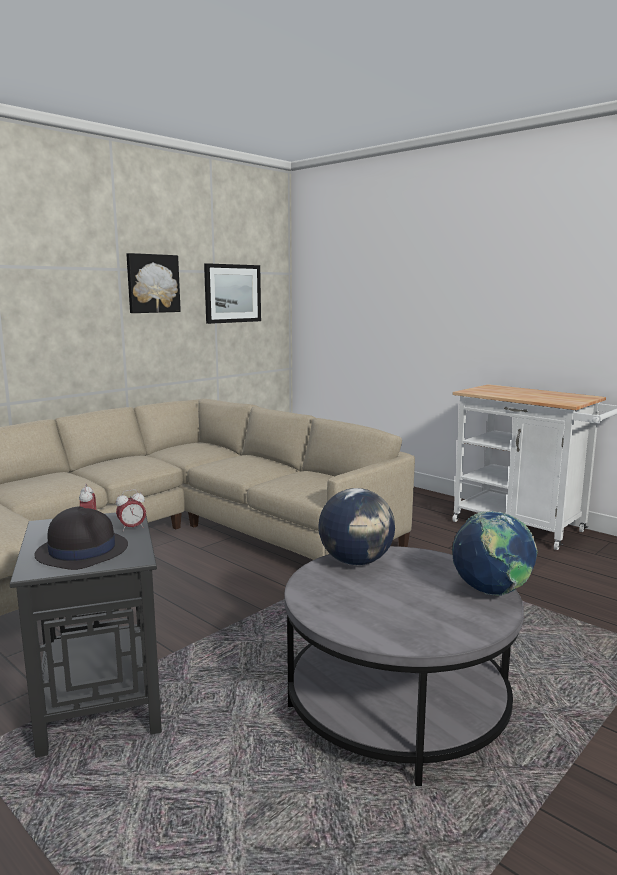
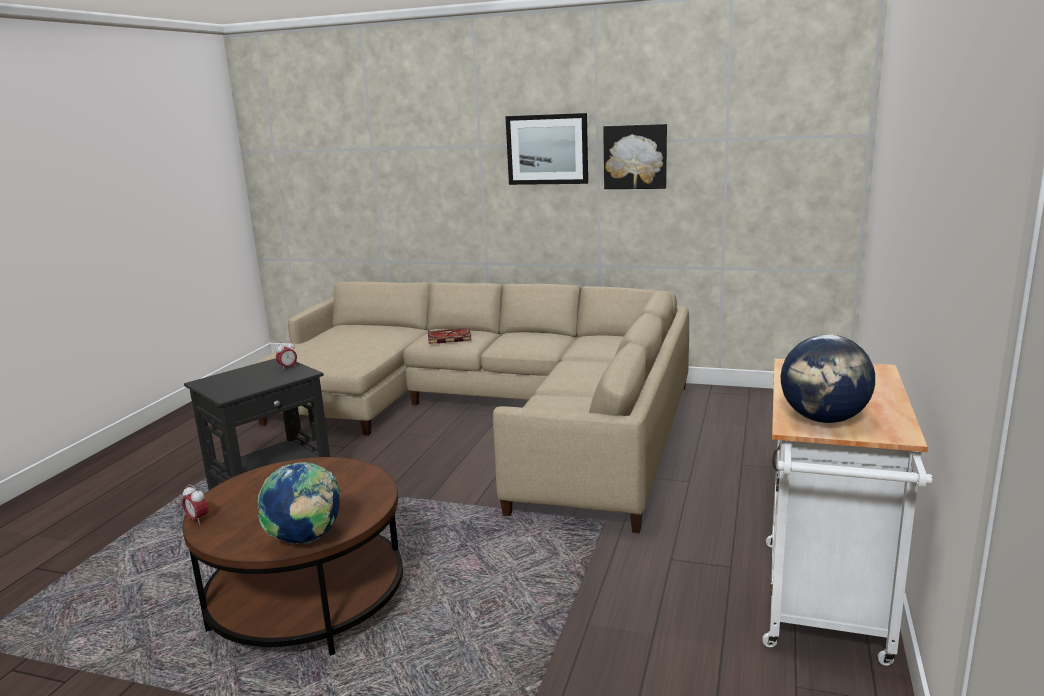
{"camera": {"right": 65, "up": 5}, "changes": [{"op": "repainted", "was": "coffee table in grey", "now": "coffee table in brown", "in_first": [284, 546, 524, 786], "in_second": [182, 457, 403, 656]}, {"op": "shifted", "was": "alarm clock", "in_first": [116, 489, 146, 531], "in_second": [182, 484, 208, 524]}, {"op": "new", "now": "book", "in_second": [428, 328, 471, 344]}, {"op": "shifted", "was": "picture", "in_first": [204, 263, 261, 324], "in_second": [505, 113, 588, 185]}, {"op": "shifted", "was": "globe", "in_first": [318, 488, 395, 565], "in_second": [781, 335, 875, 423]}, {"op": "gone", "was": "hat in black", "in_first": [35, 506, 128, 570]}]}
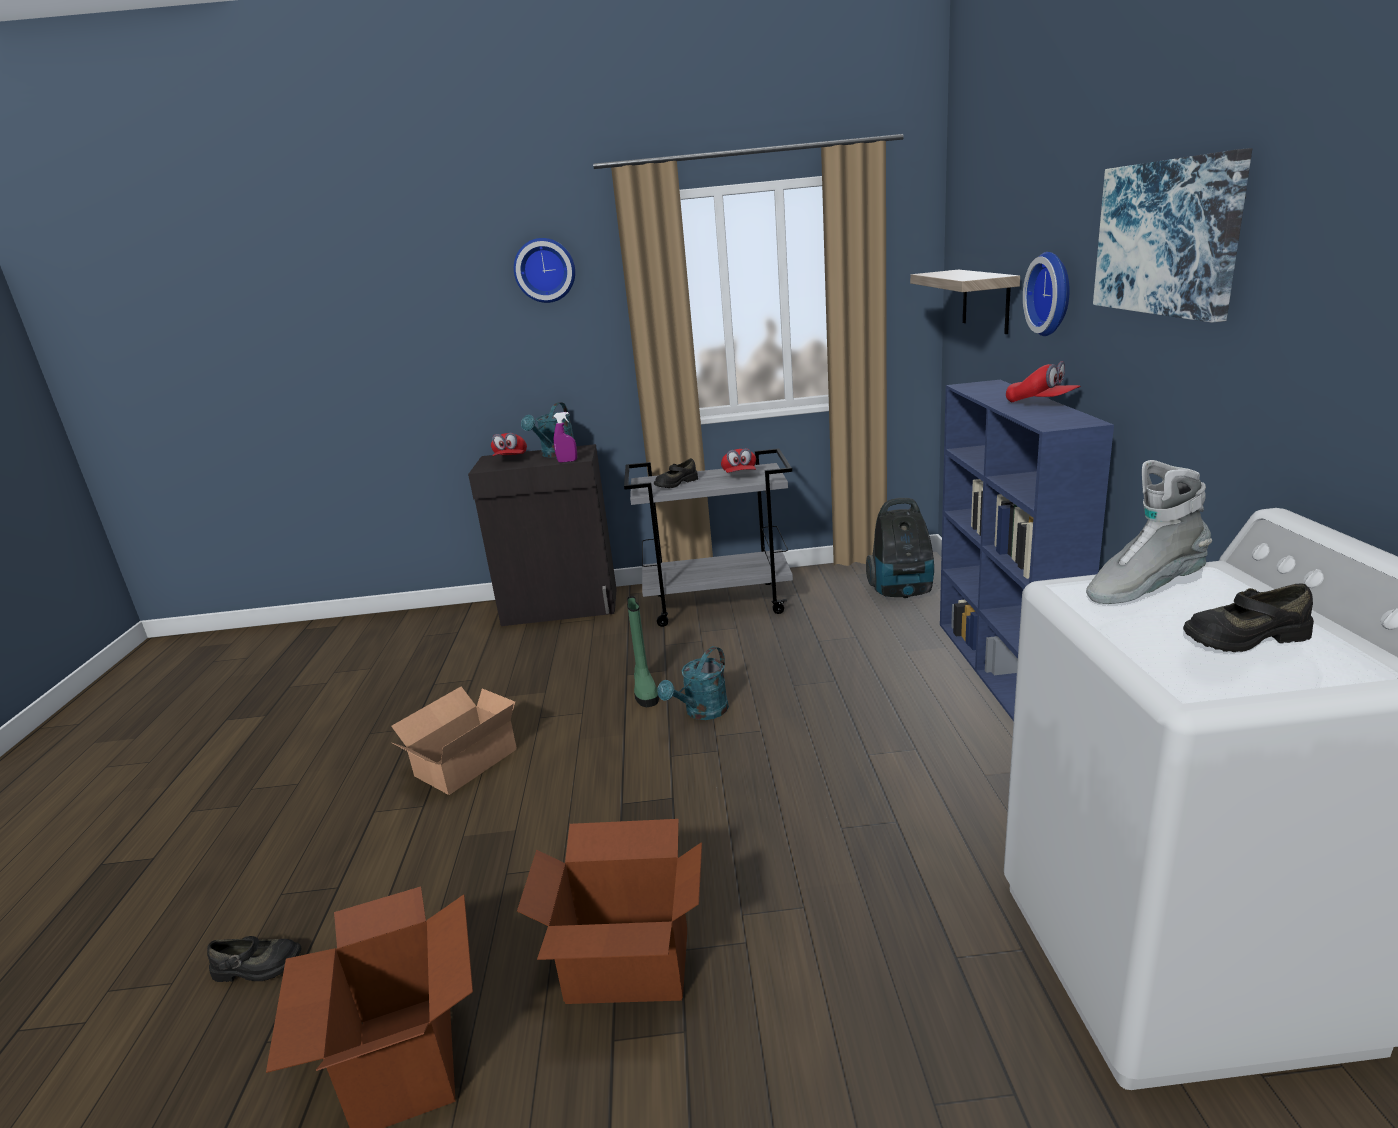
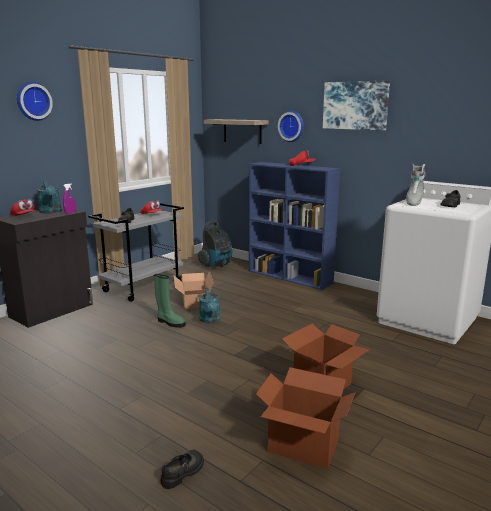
{"camera": {"right": -50, "up": -5}, "changes": [{"op": "shifted", "was": "cardboard box", "in_first": [391, 686, 517, 795], "in_second": [174, 271, 214, 309]}]}
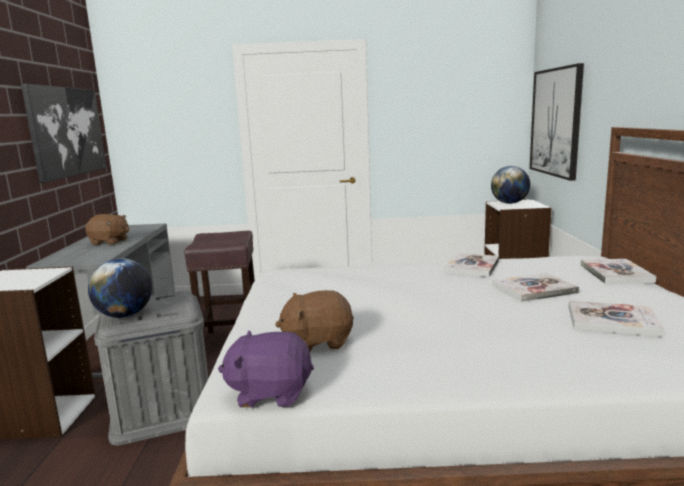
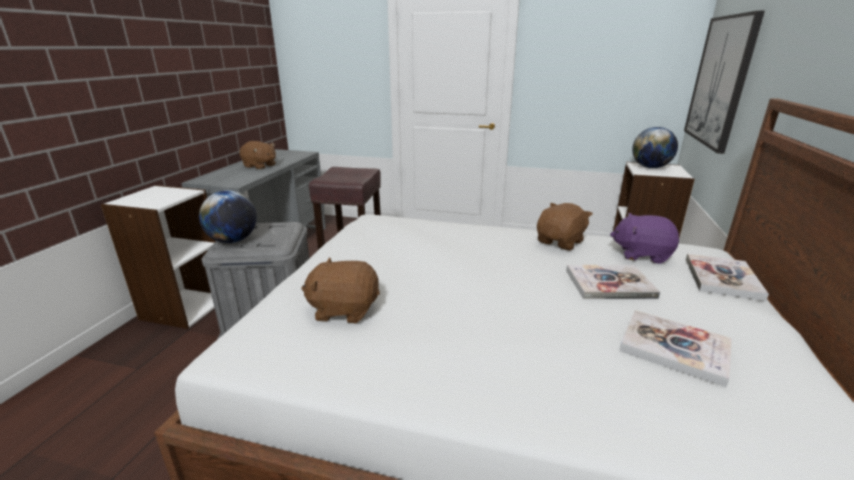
{"camera": {"right": 15, "up": 10}, "changes": [{"op": "swapped", "was": "book", "now": "plush toy in brown", "in_first": [444, 253, 499, 277], "in_second": [537, 203, 593, 250]}, {"op": "shifted", "was": "plush toy in purple", "in_first": [218, 330, 314, 408], "in_second": [610, 213, 679, 264]}, {"op": "gone", "was": "picture", "in_first": [21, 84, 107, 183]}]}
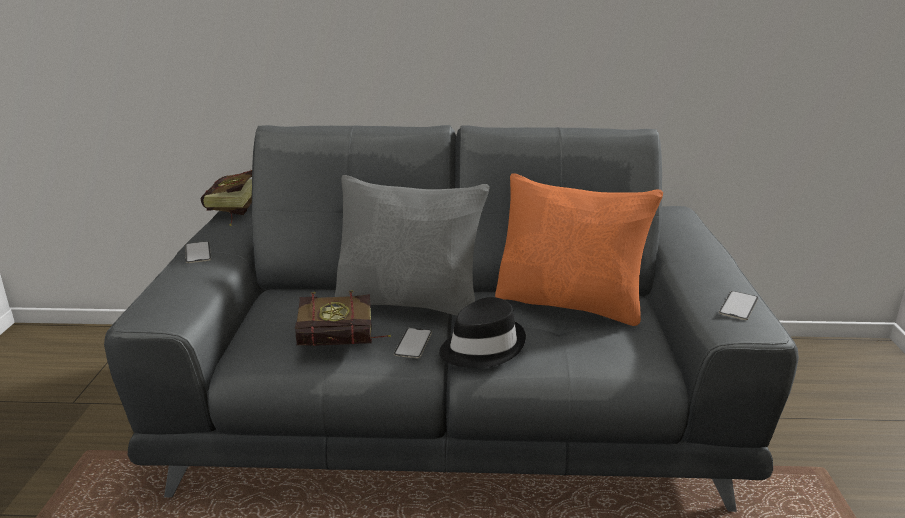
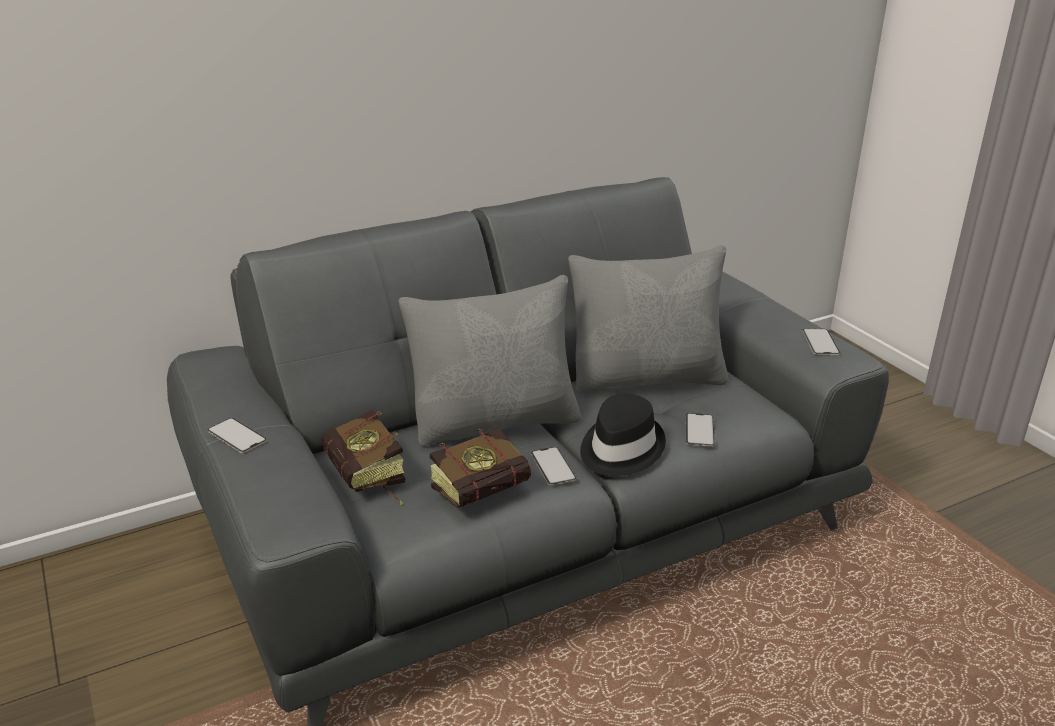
{"camera": {"right": -30, "up": 5}, "changes": [{"op": "shifted", "was": "book", "in_first": [200, 170, 252, 226], "in_second": [321, 410, 405, 505]}, {"op": "repainted", "was": "pillow in orange", "now": "pillow in grey", "in_first": [495, 173, 663, 326], "in_second": [568, 245, 728, 393]}, {"op": "new", "now": "phone", "in_second": [686, 413, 715, 447]}]}
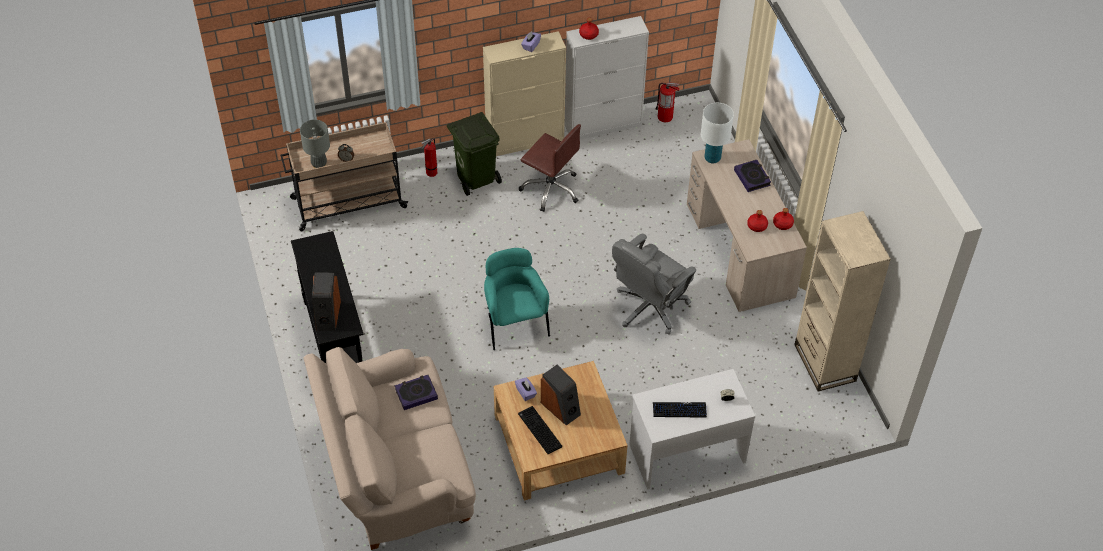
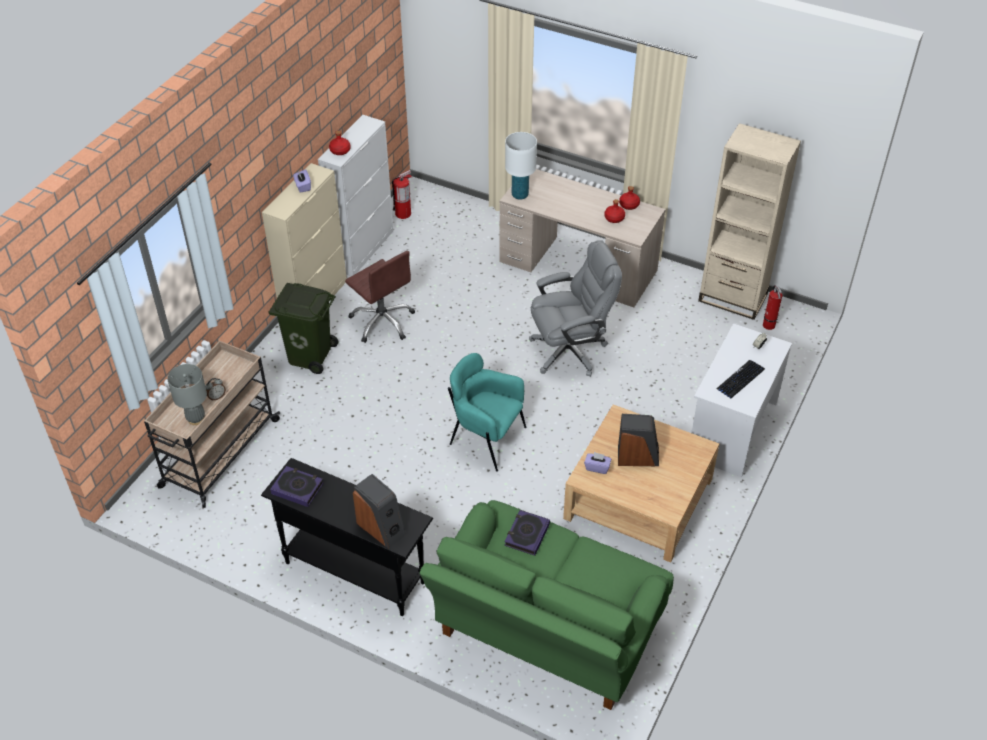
{"camera": {"right": -45, "up": -5}, "changes": [{"op": "shifted", "was": "book", "in_first": [734, 160, 771, 192], "in_second": [270, 466, 324, 507]}, {"op": "rotated", "was": "office chair in brown", "in_first": [519, 124, 581, 212], "in_second": [345, 251, 415, 343], "clockwise": 60}, {"op": "repainted", "was": "sofa in beige", "now": "sofa in green", "in_first": [303, 347, 476, 550], "in_second": [419, 500, 674, 710]}, {"op": "rotated", "was": "office chair in grey", "in_first": [612, 234, 696, 335], "in_second": [529, 240, 622, 377], "clockwise": -105}, {"op": "shifted", "was": "fire extinguisher", "in_first": [421, 138, 437, 177], "in_second": [763, 285, 782, 330]}, {"op": "gone", "was": "keyboard", "in_first": [518, 406, 562, 454]}]}
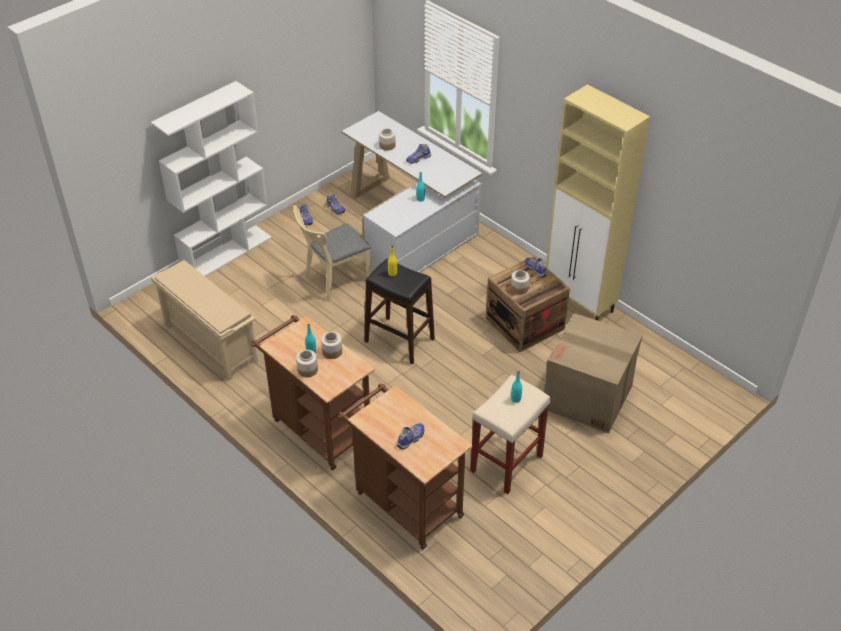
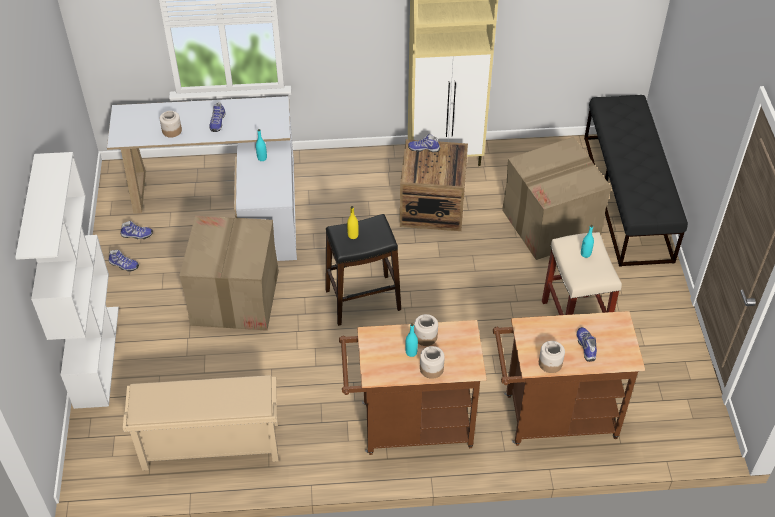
{"camera": {"right": -50, "up": 5}, "changes": [{"op": "swapped", "was": "chair in beige", "now": "cardboard box", "in_first": [293, 205, 372, 302], "in_second": [179, 216, 279, 331]}, {"op": "shifted", "was": "jar", "in_first": [511, 270, 530, 295], "in_second": [539, 341, 565, 373]}, {"op": "new", "now": "bench in black", "in_second": [584, 95, 688, 267]}]}
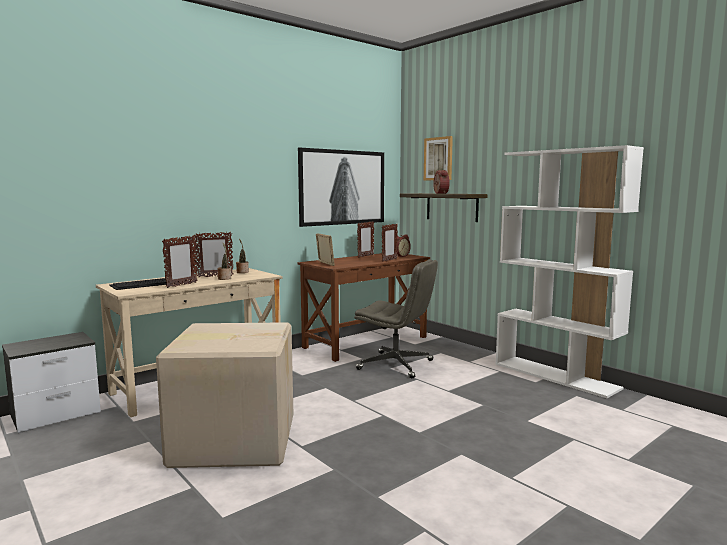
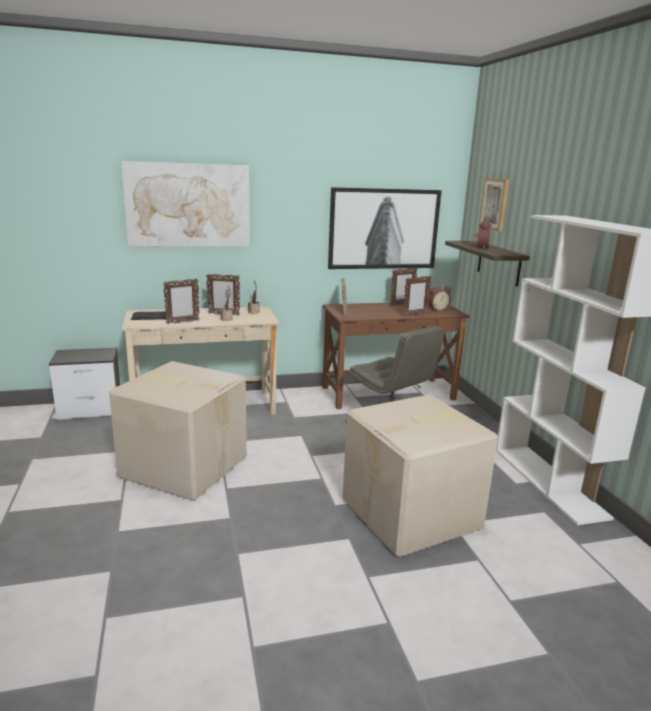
{"camera": {"right": 25, "up": 10}, "changes": [{"op": "new", "now": "picture", "in_second": [121, 161, 250, 247]}, {"op": "new", "now": "cardboard box", "in_second": [342, 394, 498, 557]}]}
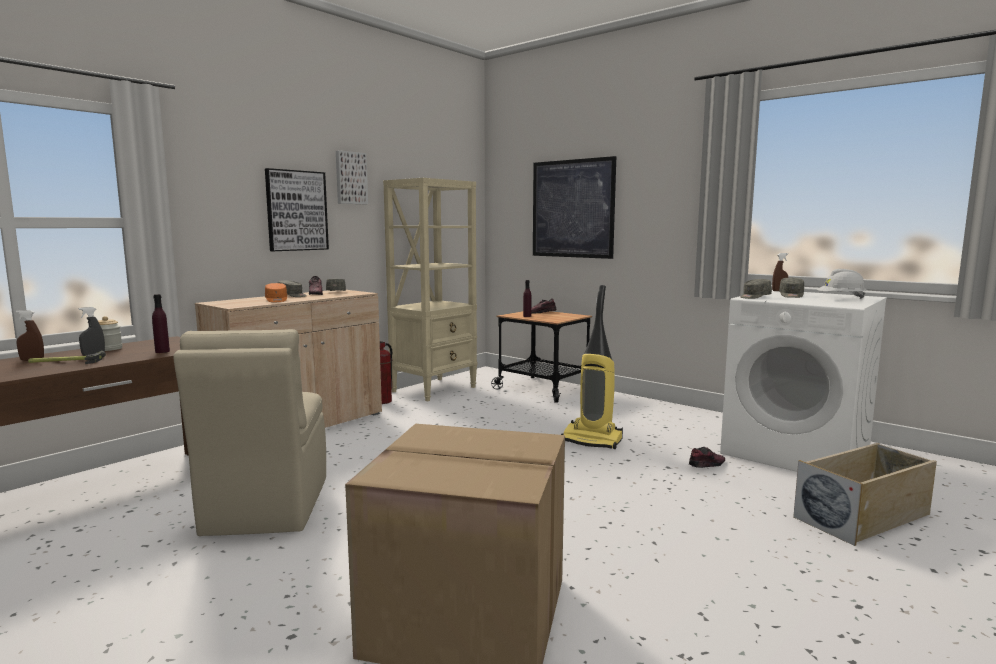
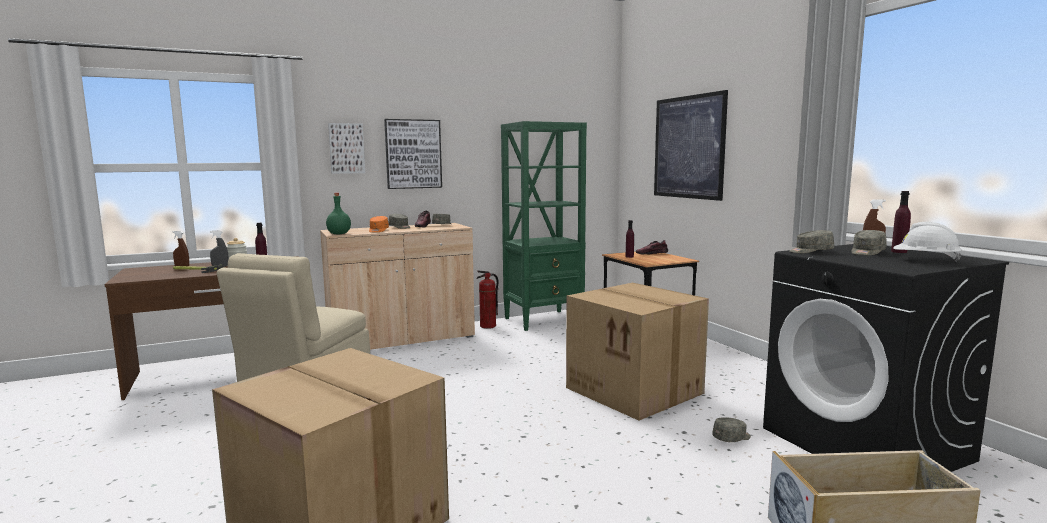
{"camera": {"right": 25, "up": 0}, "changes": [{"op": "new", "now": "bottle in green", "in_second": [326, 193, 351, 234]}, {"op": "shifted", "was": "picture", "in_first": [336, 150, 368, 204], "in_second": [328, 123, 365, 174]}, {"op": "repainted", "was": "bookcase in beige", "now": "bookcase in green", "in_first": [383, 178, 477, 401], "in_second": [501, 121, 587, 331]}, {"op": "swapped", "was": "vacuum cleaner", "now": "cardboard box", "in_first": [561, 285, 623, 449], "in_second": [566, 283, 709, 421]}, {"op": "swapped", "was": "shoe", "now": "cap in grey", "in_first": [689, 447, 725, 468], "in_second": [712, 417, 751, 442]}, {"op": "repainted", "was": "washing machine in white", "now": "washing machine in black", "in_first": [720, 290, 887, 472], "in_second": [763, 244, 1009, 472]}, {"op": "new", "now": "bottle in purple", "in_second": [891, 191, 911, 253]}]}
